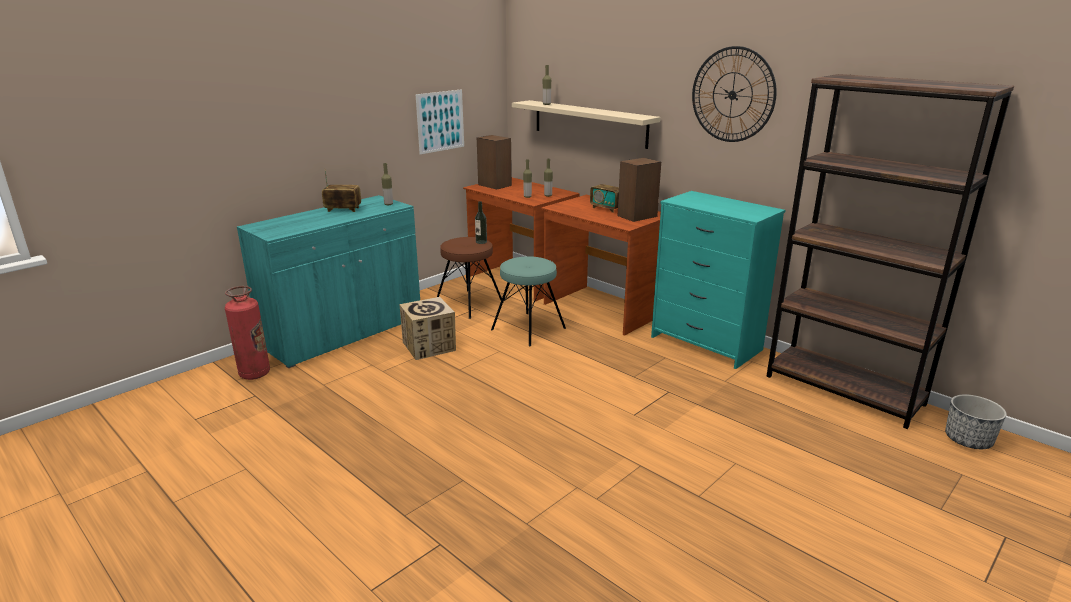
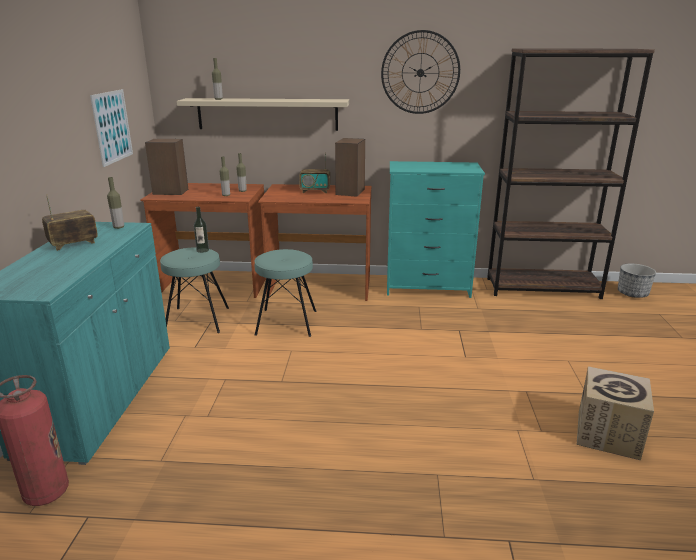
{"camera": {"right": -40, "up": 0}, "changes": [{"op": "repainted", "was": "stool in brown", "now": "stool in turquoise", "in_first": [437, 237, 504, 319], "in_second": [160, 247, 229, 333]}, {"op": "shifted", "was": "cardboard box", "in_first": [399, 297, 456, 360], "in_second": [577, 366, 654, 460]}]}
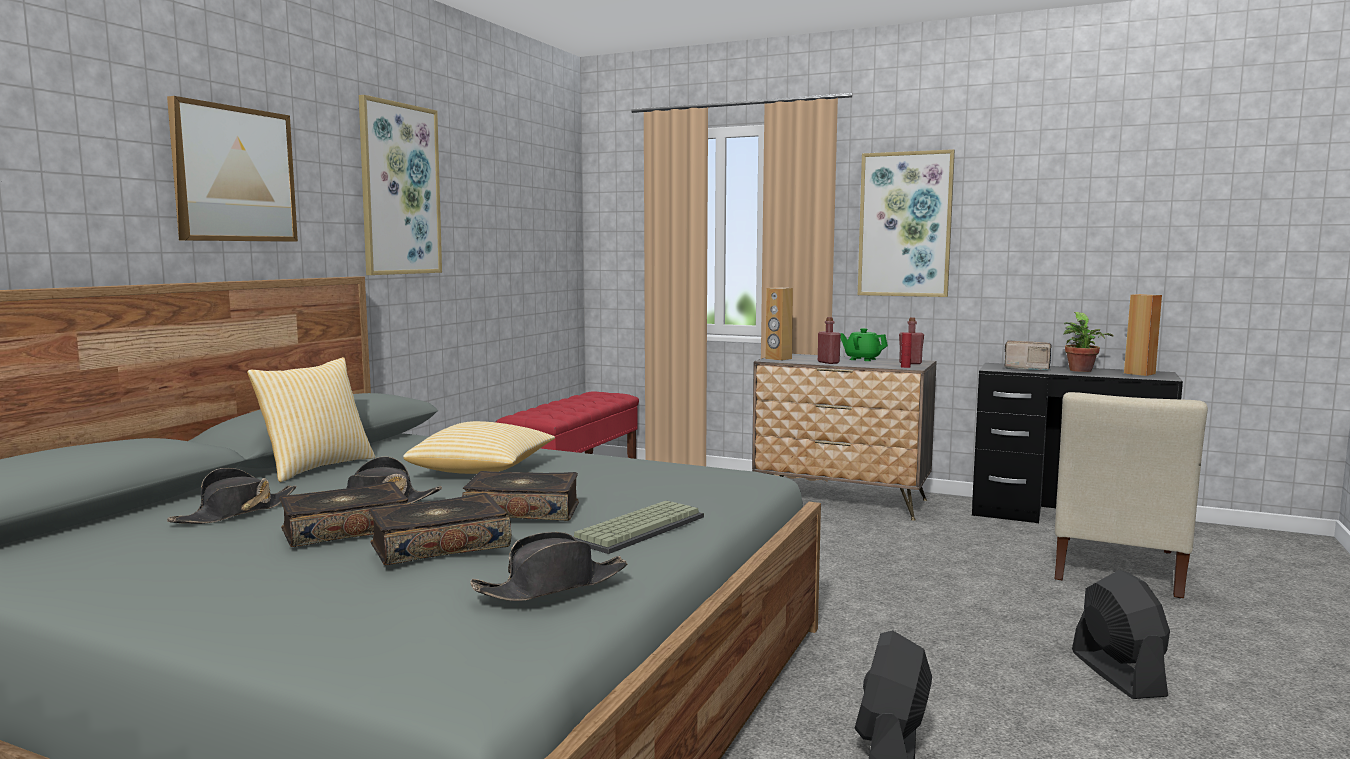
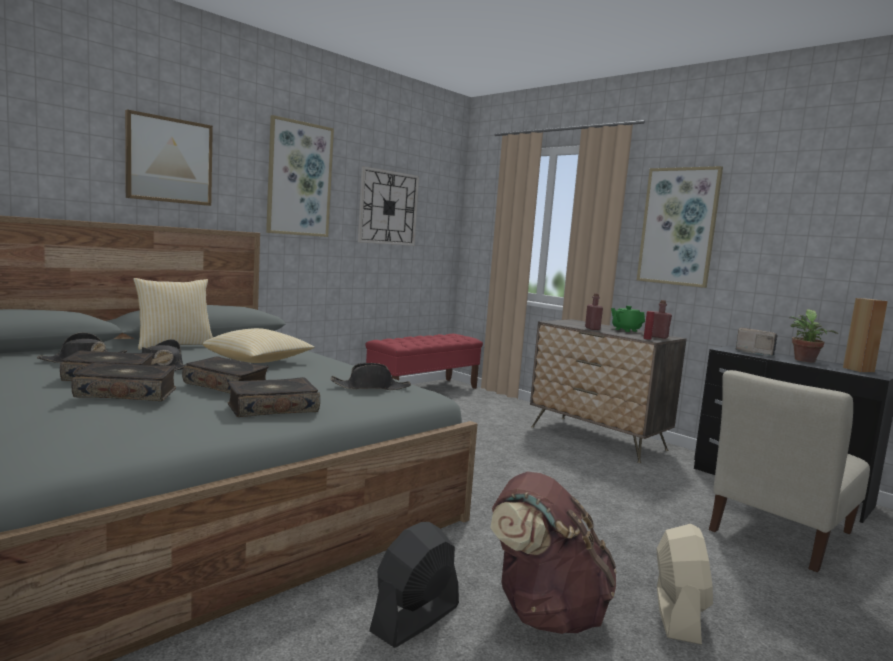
{"camera": {"right": 20, "up": 0}, "changes": [{"op": "swapped", "was": "keyboard", "now": "book", "in_first": [574, 500, 704, 554], "in_second": [227, 377, 320, 417]}, {"op": "shifted", "was": "hat in black", "in_first": [470, 532, 628, 601], "in_second": [330, 363, 411, 390]}, {"op": "new", "now": "wall clock", "in_second": [358, 166, 419, 246]}, {"op": "new", "now": "backpack in brown", "in_second": [490, 472, 617, 634]}, {"op": "repainted", "was": "fan in black", "now": "fan in beige", "in_first": [1072, 570, 1170, 699], "in_second": [657, 524, 713, 645]}, {"op": "gone", "was": "speaker in brown", "in_first": [765, 287, 793, 361]}]}
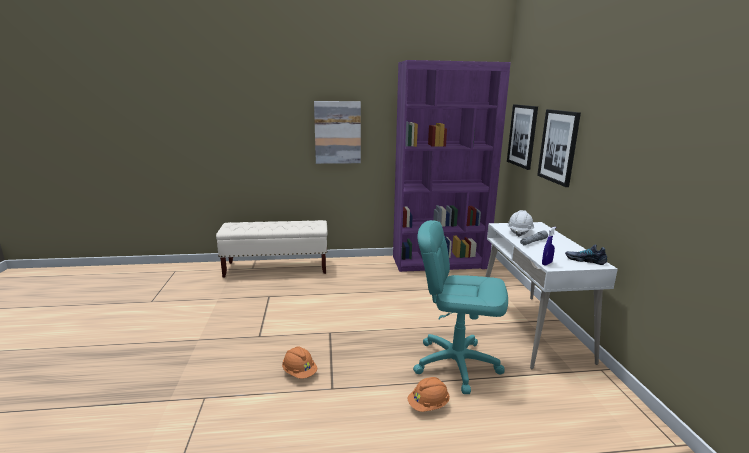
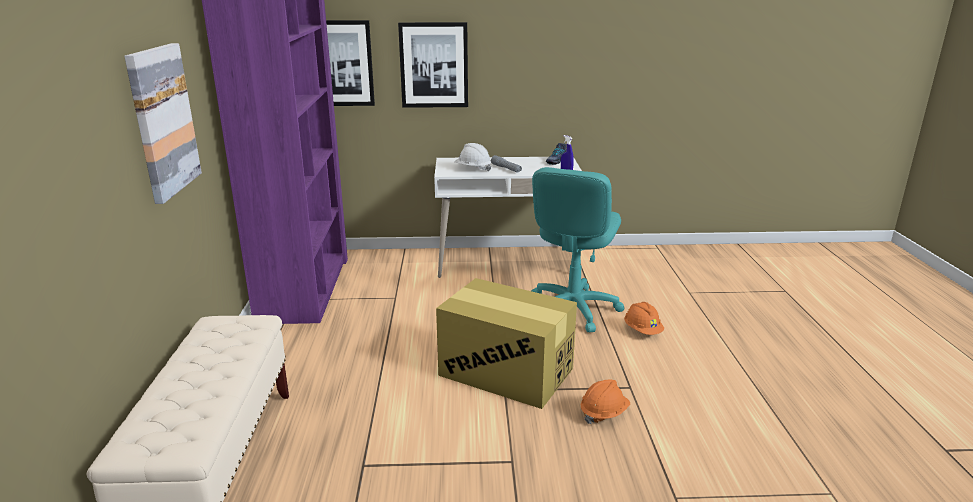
{"camera": {"right": -85, "up": 5}, "changes": [{"op": "new", "now": "cardboard box", "in_second": [436, 278, 577, 409]}]}
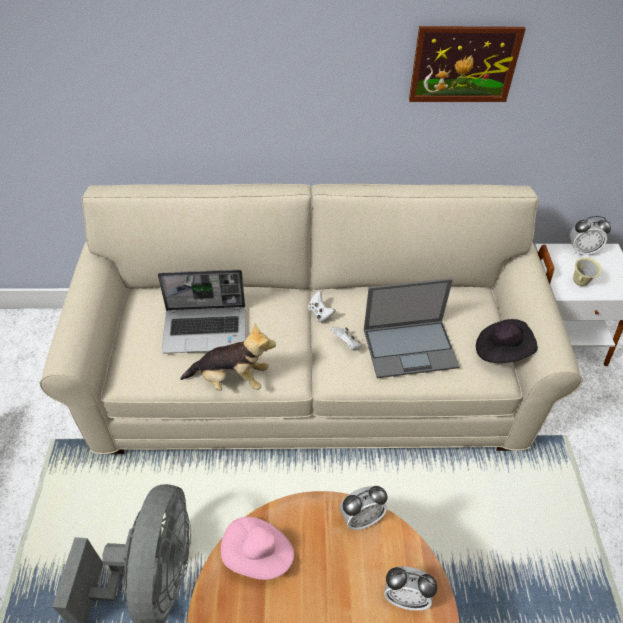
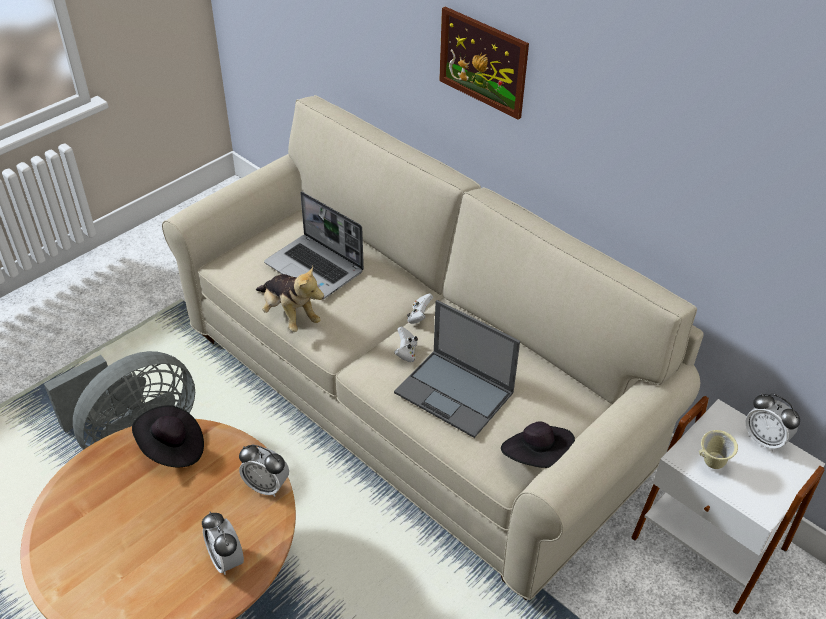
{"camera": {"right": 45, "up": -5}, "changes": [{"op": "repainted", "was": "hat in pink", "now": "hat in black", "in_first": [221, 517, 294, 580], "in_second": [132, 405, 204, 467]}, {"op": "shifted", "was": "picture", "in_first": [409, 26, 526, 102], "in_second": [439, 7, 529, 120]}]}
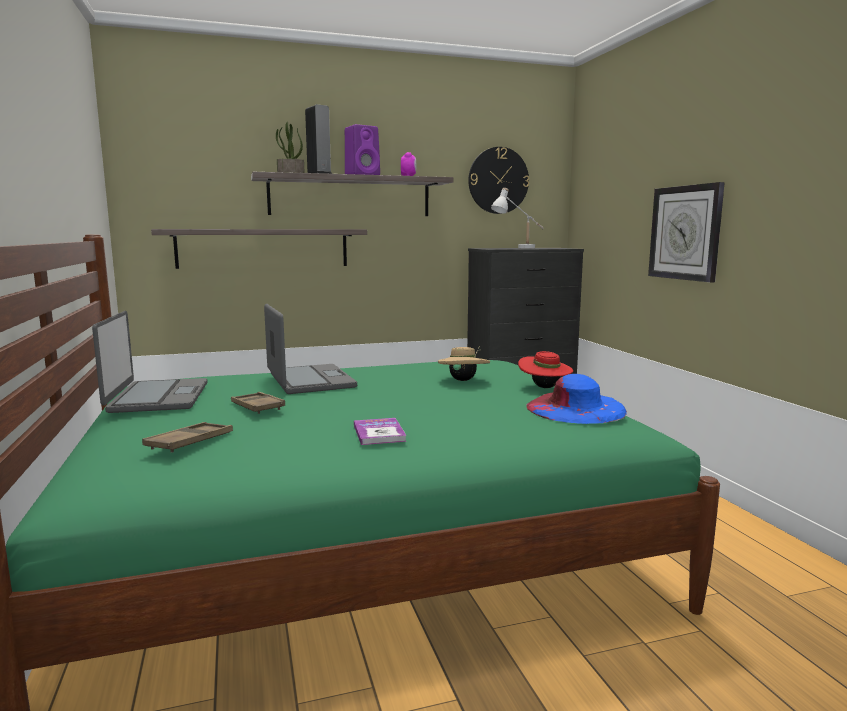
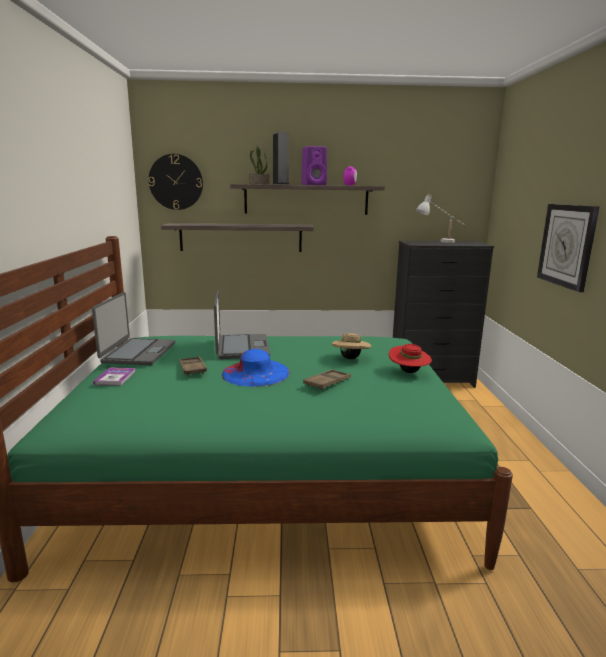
{"camera": {"right": 15, "up": 5}, "changes": [{"op": "shifted", "was": "book", "in_first": [354, 418, 407, 445], "in_second": [93, 367, 135, 386]}, {"op": "shifted", "was": "wall clock", "in_first": [468, 147, 529, 214], "in_second": [148, 154, 203, 210]}, {"op": "shifted", "was": "hat in blue", "in_first": [526, 374, 627, 424], "in_second": [222, 349, 290, 387]}, {"op": "shifted", "was": "tray in brown", "in_first": [142, 422, 233, 453], "in_second": [303, 369, 351, 390]}]}
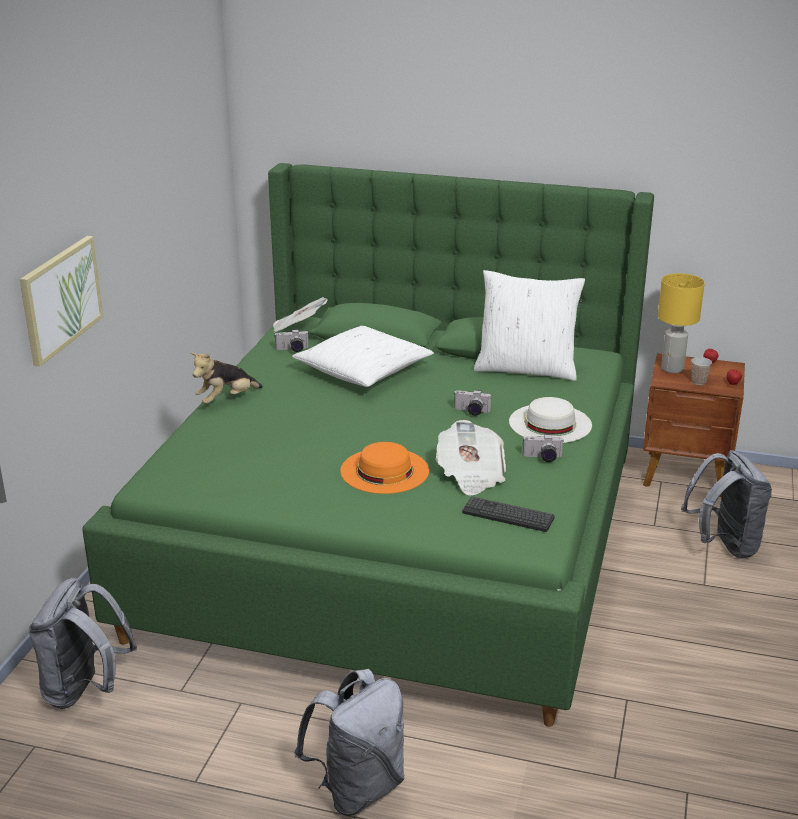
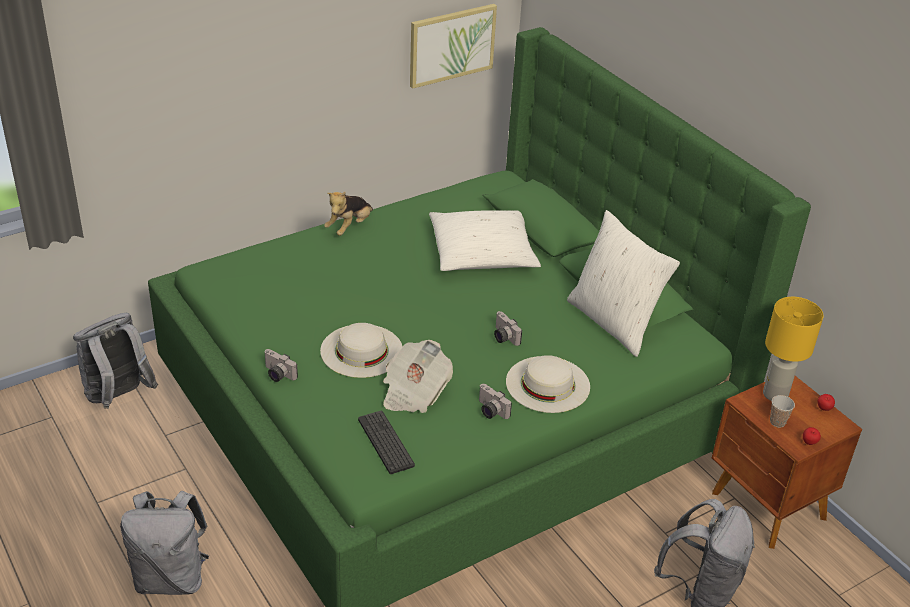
{"camera": {"right": 40, "up": 10}, "changes": [{"op": "shifted", "was": "photo camera", "in_first": [274, 329, 309, 352], "in_second": [264, 349, 298, 382]}, {"op": "repainted", "was": "hat in orange", "now": "hat in white", "in_first": [340, 442, 429, 494], "in_second": [320, 323, 403, 378]}, {"op": "rotated", "was": "plush toy", "in_first": [191, 353, 263, 404], "in_second": [324, 192, 373, 236], "clockwise": -60}, {"op": "shifted", "was": "picture", "in_first": [20, 236, 103, 367], "in_second": [410, 4, 497, 89]}, {"op": "gone", "was": "newspaper", "in_first": [273, 297, 328, 333]}]}
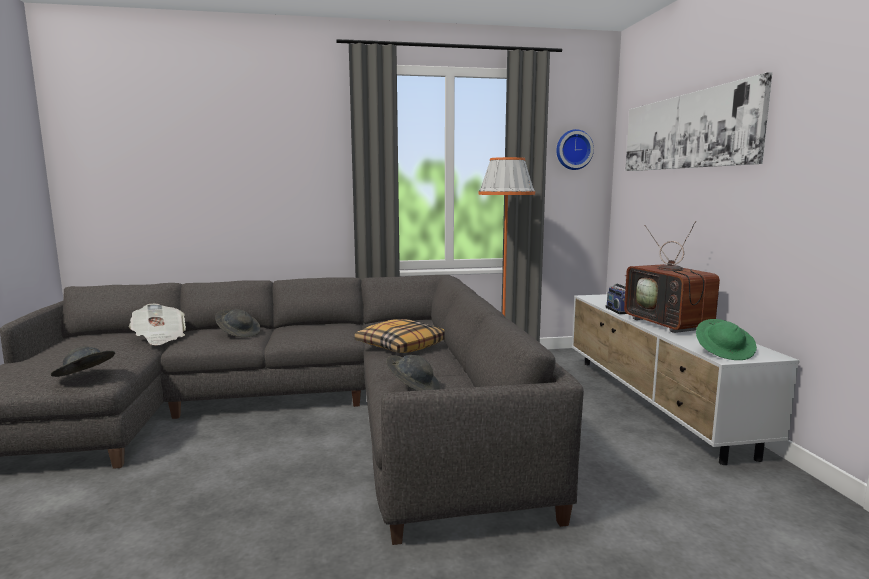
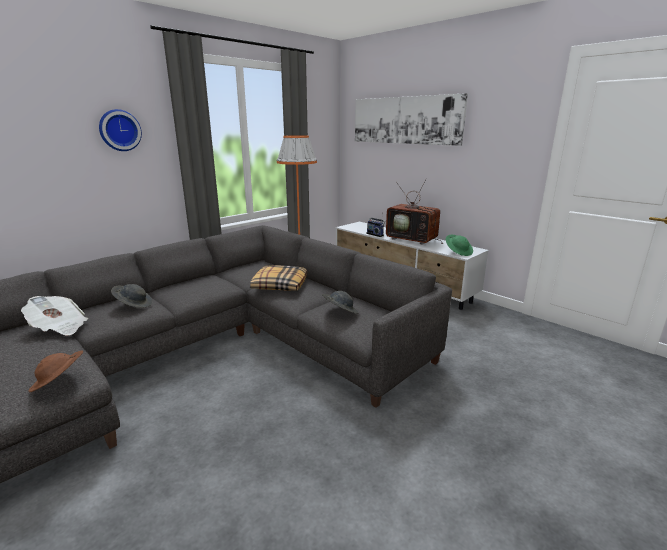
{"camera": {"right": -35, "up": 10}, "changes": [{"op": "repainted", "was": "hat in grey", "now": "hat in brown", "in_first": [51, 346, 115, 377], "in_second": [29, 351, 83, 392]}, {"op": "shifted", "was": "wall clock", "in_first": [556, 129, 594, 170], "in_second": [99, 109, 142, 151]}]}
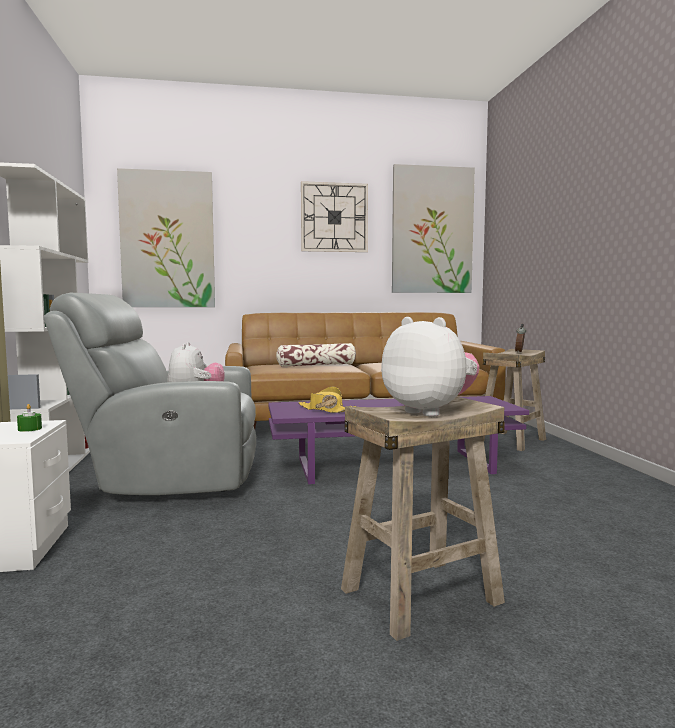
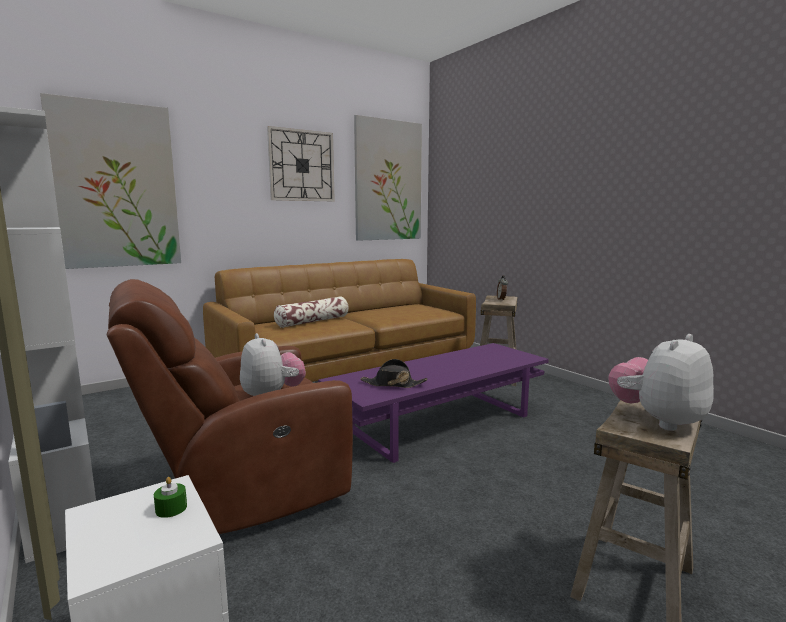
{"camera": {"right": -25, "up": 5}, "changes": [{"op": "repainted", "was": "armchair in grey", "now": "armchair in brown", "in_first": [44, 293, 256, 495], "in_second": [107, 279, 353, 534]}, {"op": "repainted", "was": "hat in yellow", "now": "hat in black", "in_first": [298, 387, 357, 413], "in_second": [360, 359, 427, 388]}, {"op": "rotated", "was": "plush toy", "in_first": [381, 317, 479, 416], "in_second": [609, 334, 714, 431], "clockwise": -60}]}
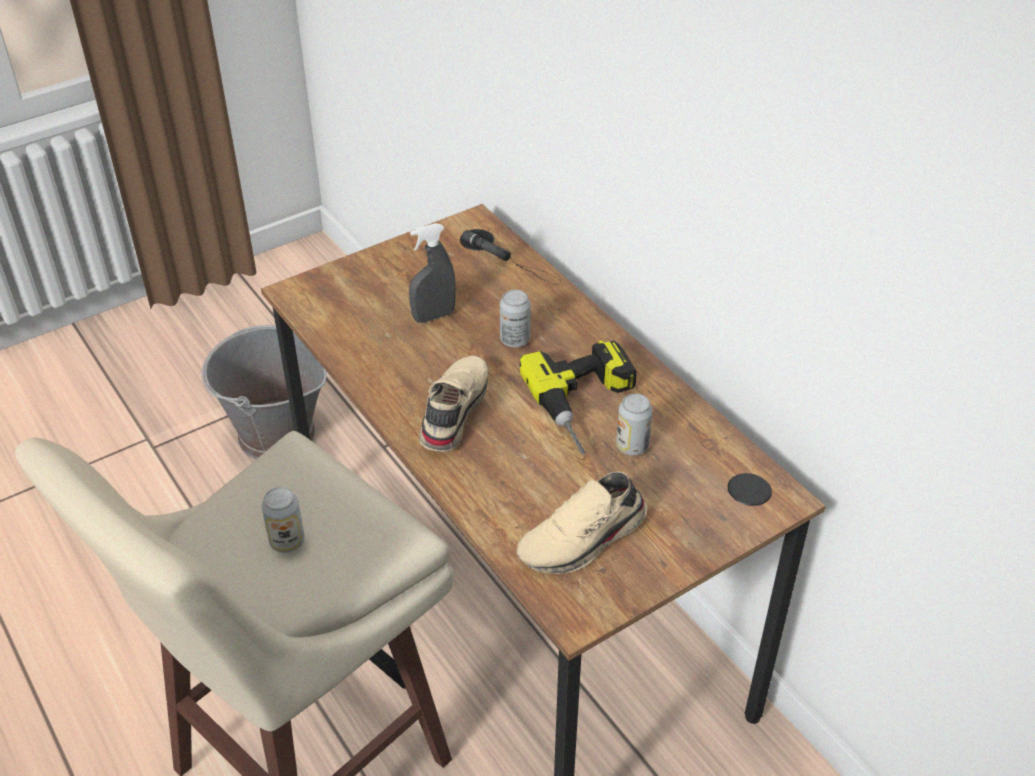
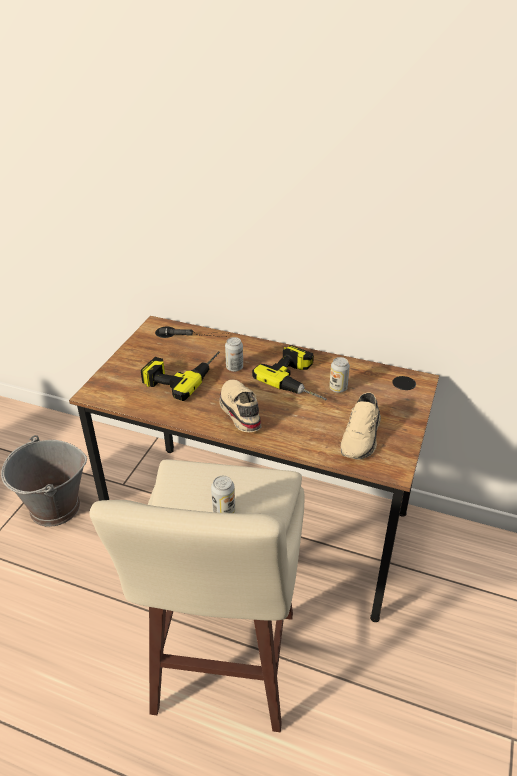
{"camera": {"right": -35, "up": -5}, "changes": [{"op": "swapped", "was": "spray bottle in grey", "now": "power drill", "in_first": [409, 223, 456, 323], "in_second": [141, 351, 220, 401]}]}
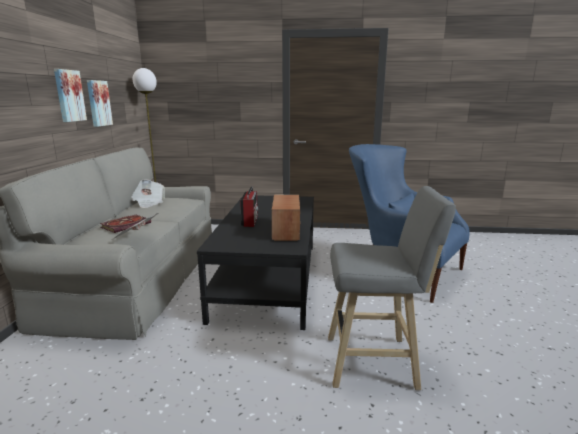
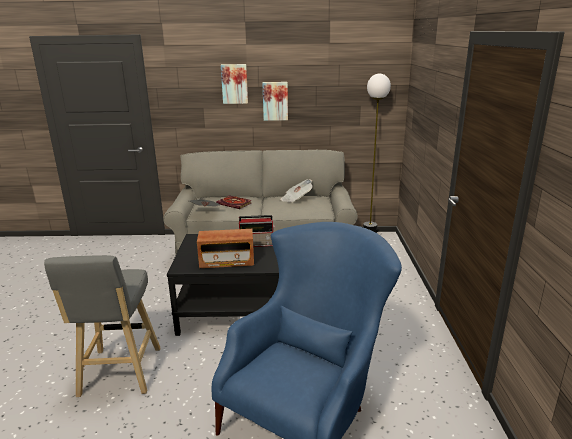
{"camera": {"right": 85, "up": 5}, "changes": [{"op": "shifted", "was": "picture", "in_first": [87, 80, 113, 127], "in_second": [221, 64, 248, 104]}]}
